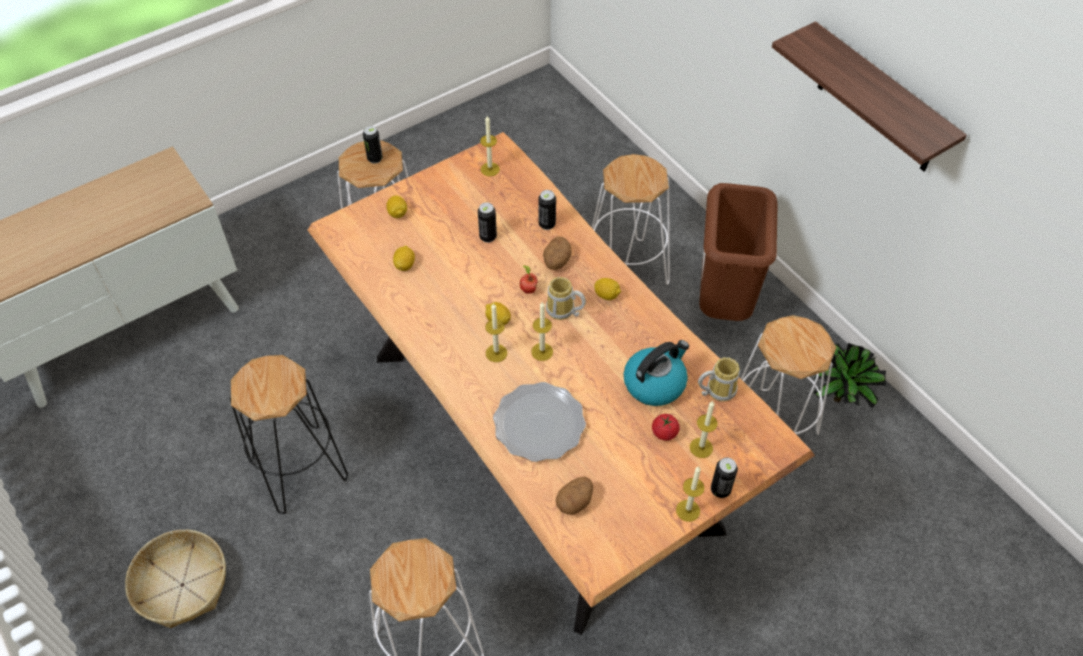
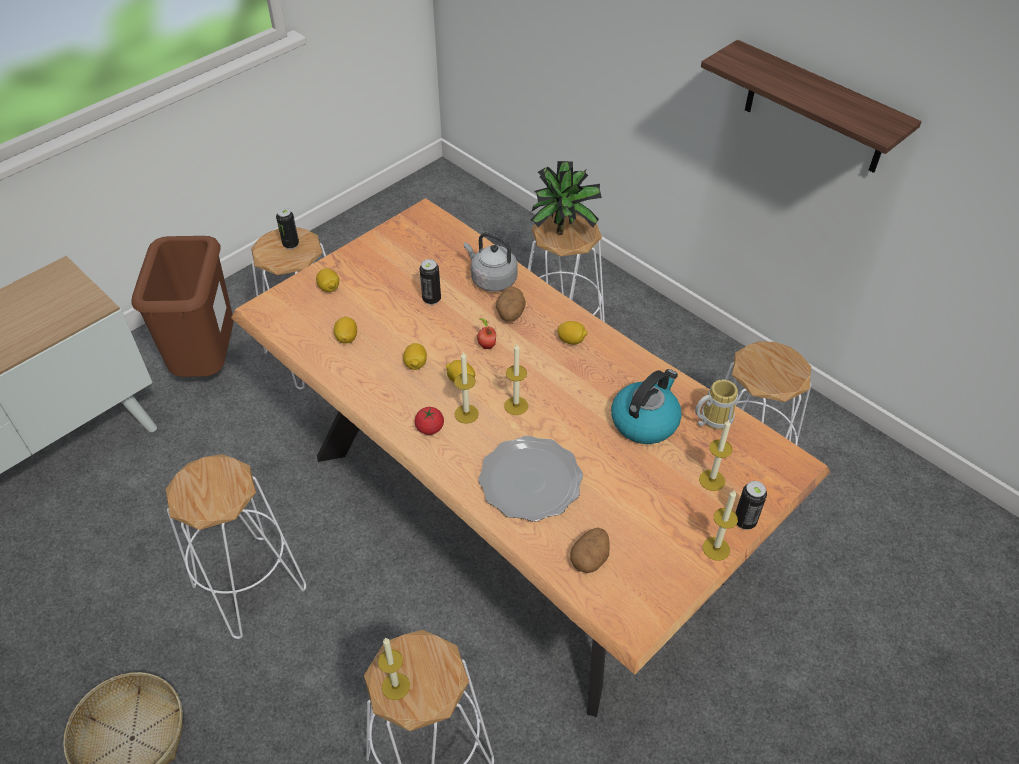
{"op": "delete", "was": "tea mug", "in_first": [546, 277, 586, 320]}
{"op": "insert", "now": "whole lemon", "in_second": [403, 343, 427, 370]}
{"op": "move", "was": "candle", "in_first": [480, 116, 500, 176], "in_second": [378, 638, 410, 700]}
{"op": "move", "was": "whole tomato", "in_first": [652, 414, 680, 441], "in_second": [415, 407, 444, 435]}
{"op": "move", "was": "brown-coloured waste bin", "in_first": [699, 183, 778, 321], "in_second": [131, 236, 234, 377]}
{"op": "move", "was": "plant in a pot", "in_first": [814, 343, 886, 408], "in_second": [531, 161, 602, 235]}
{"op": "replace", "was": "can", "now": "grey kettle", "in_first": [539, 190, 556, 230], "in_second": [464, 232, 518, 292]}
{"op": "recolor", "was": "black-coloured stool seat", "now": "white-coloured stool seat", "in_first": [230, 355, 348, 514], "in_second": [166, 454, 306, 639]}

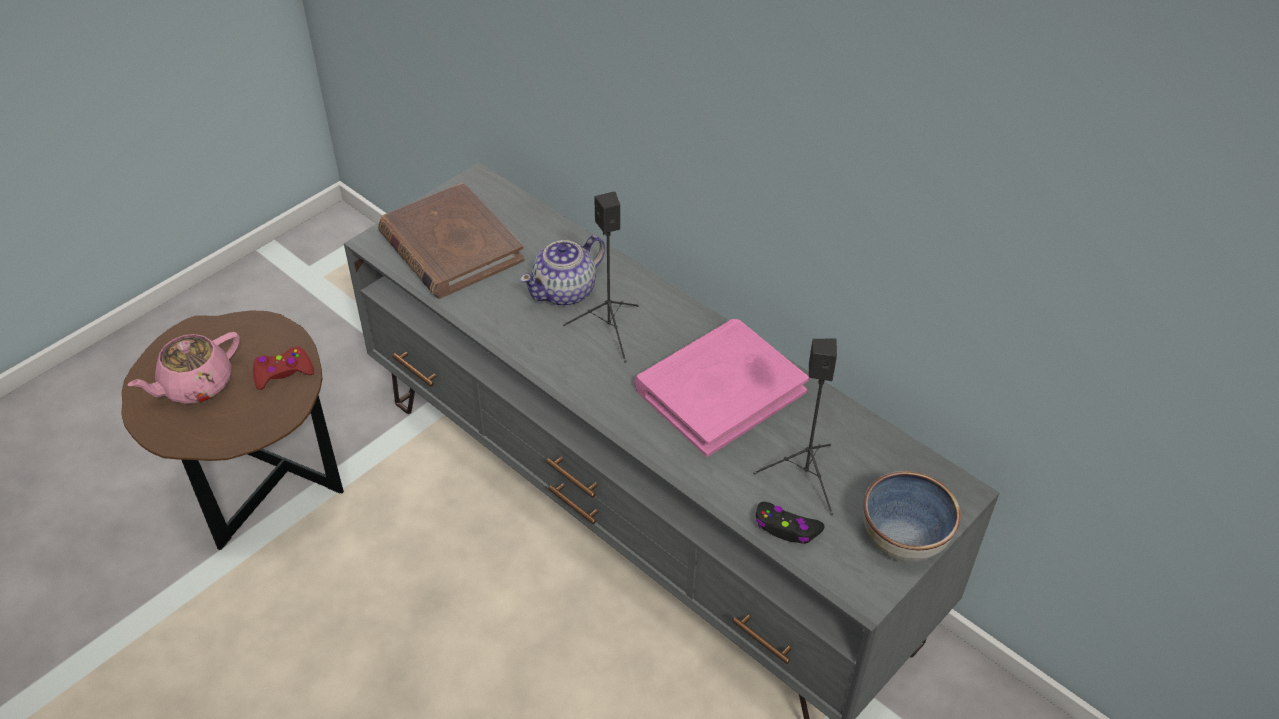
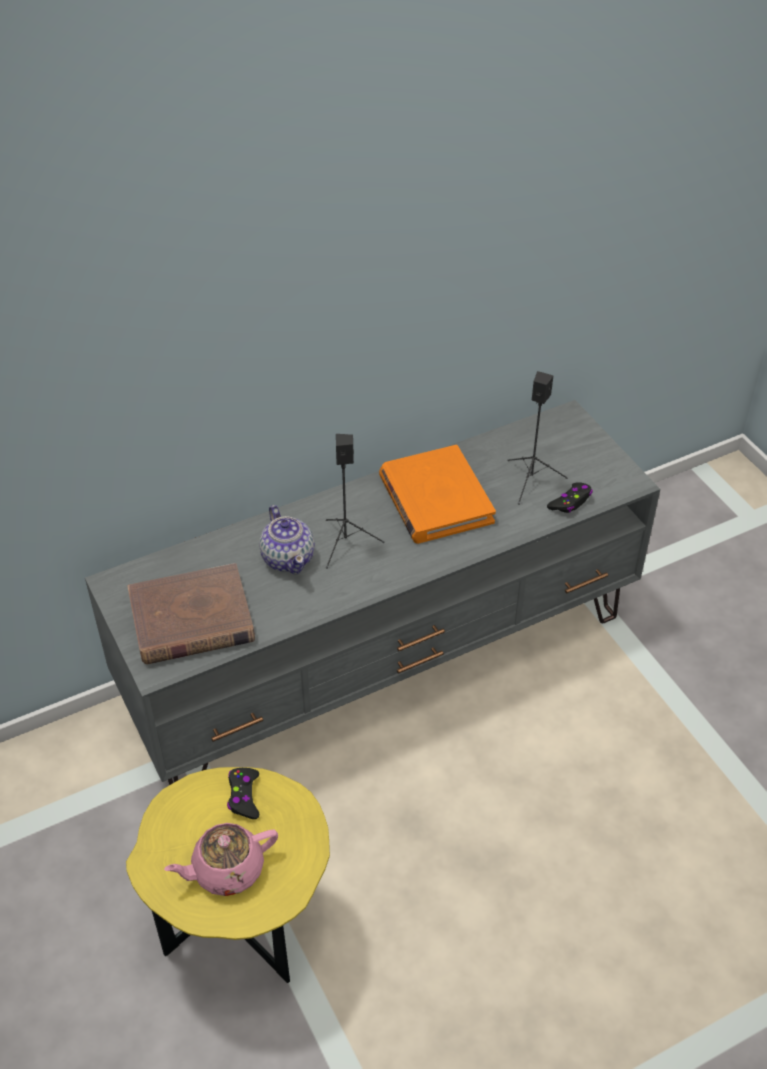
{"op": "delete", "was": "bowl", "in_first": [863, 471, 961, 562]}
{"op": "recolor", "was": "brown-coloured side table", "now": "yellow-coloured side table", "in_first": [121, 310, 344, 550], "in_second": [126, 767, 330, 983]}
{"op": "recolor", "was": "red-coloured gamepad", "now": "black-coloured gamepad", "in_first": [253, 346, 314, 390], "in_second": [227, 768, 259, 819]}
{"op": "recolor", "was": "pink volume", "now": "orange-coloured volume", "in_first": [634, 319, 809, 457], "in_second": [379, 445, 496, 544]}
{"op": "rotate", "was": "pink tea pot", "in_first": [127, 332, 240, 404], "in_second": [164, 823, 278, 896], "clockwise": 90}

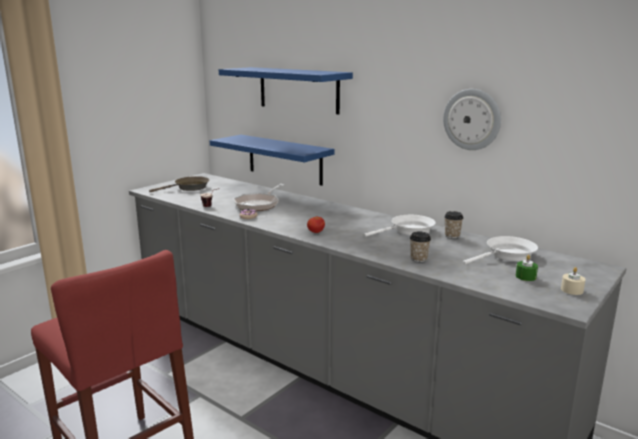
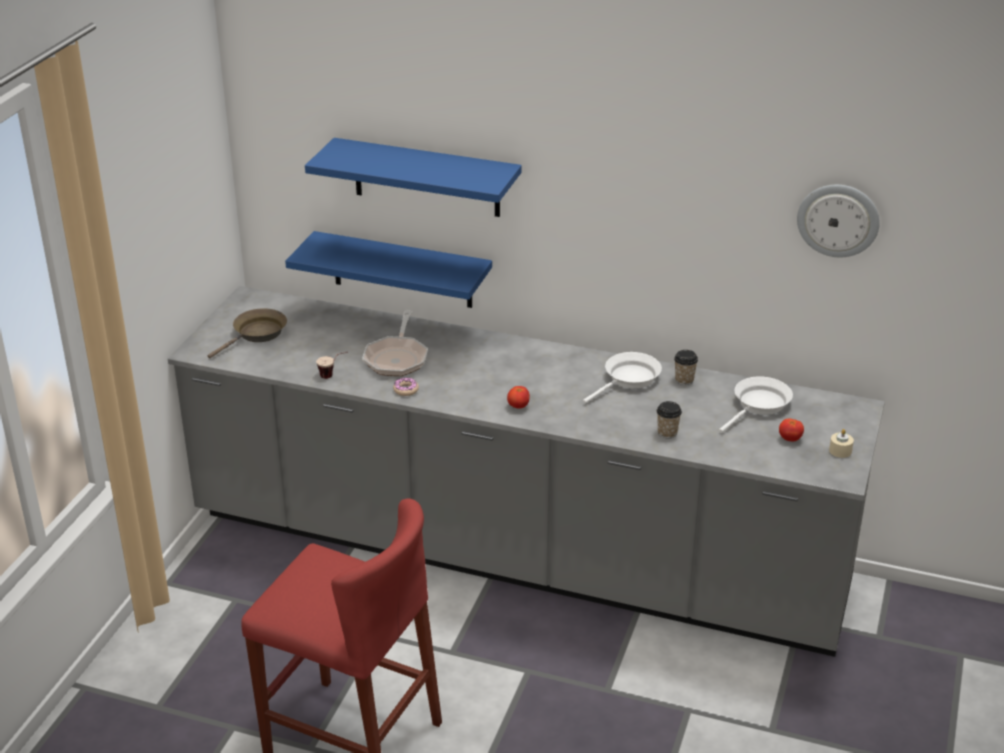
{"op": "move", "was": "hanging clock", "in_first": [443, 89, 501, 150], "in_second": [797, 185, 880, 257]}
{"op": "replace", "was": "green-coloured candle", "now": "whole tomato", "in_first": [516, 255, 538, 281], "in_second": [779, 419, 804, 441]}

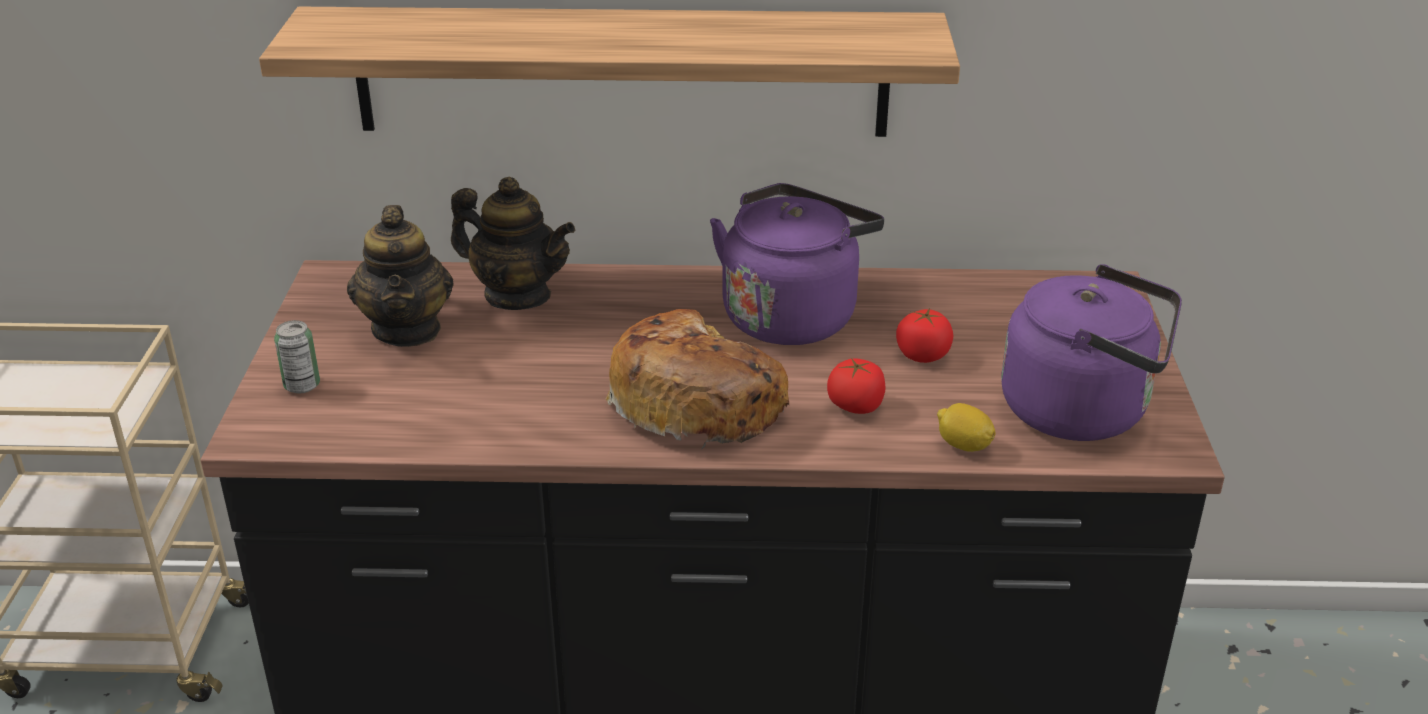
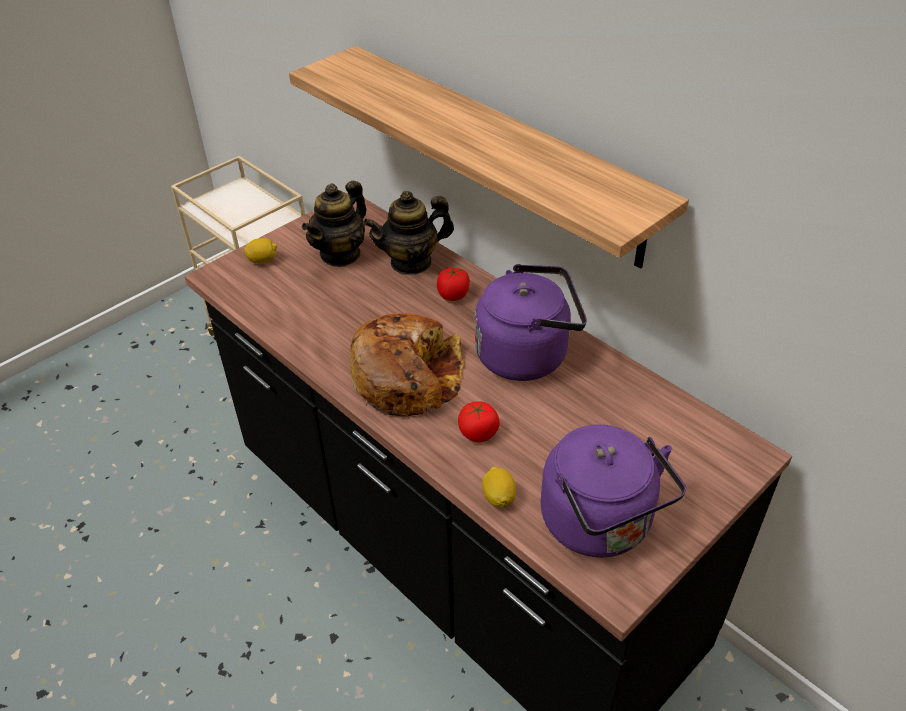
{"op": "move", "was": "whole tomato", "in_first": [896, 308, 953, 363], "in_second": [437, 268, 470, 301]}
{"op": "replace", "was": "can", "now": "whole lemon", "in_first": [274, 320, 320, 393], "in_second": [244, 238, 277, 264]}
{"op": "rotate", "was": "tea pot", "in_first": [451, 177, 575, 310], "in_second": [363, 191, 454, 275], "clockwise": 90}

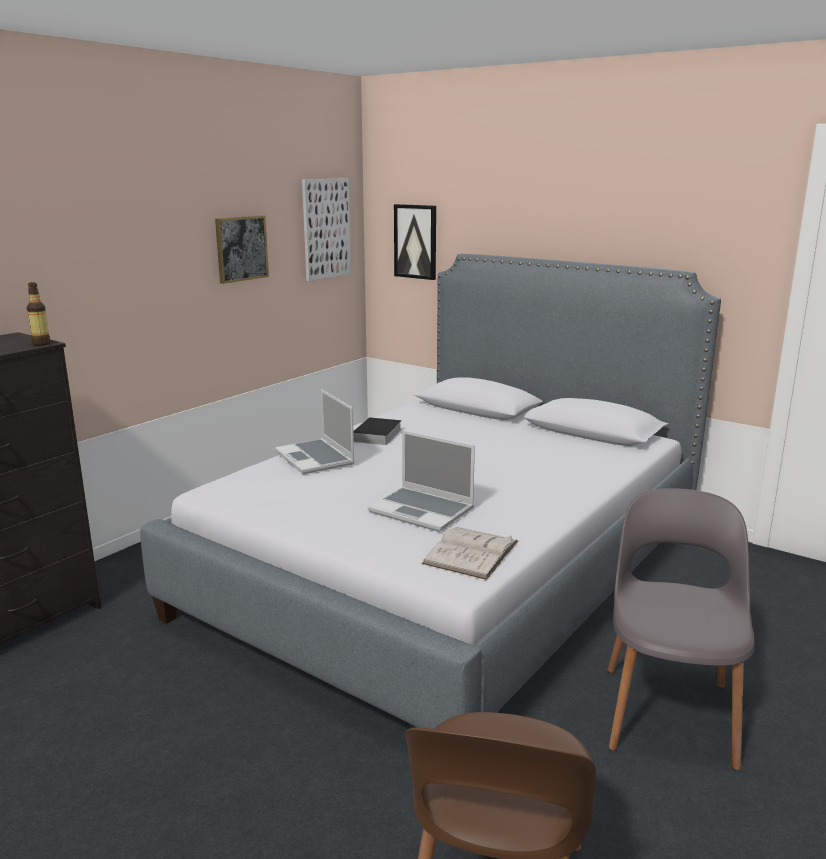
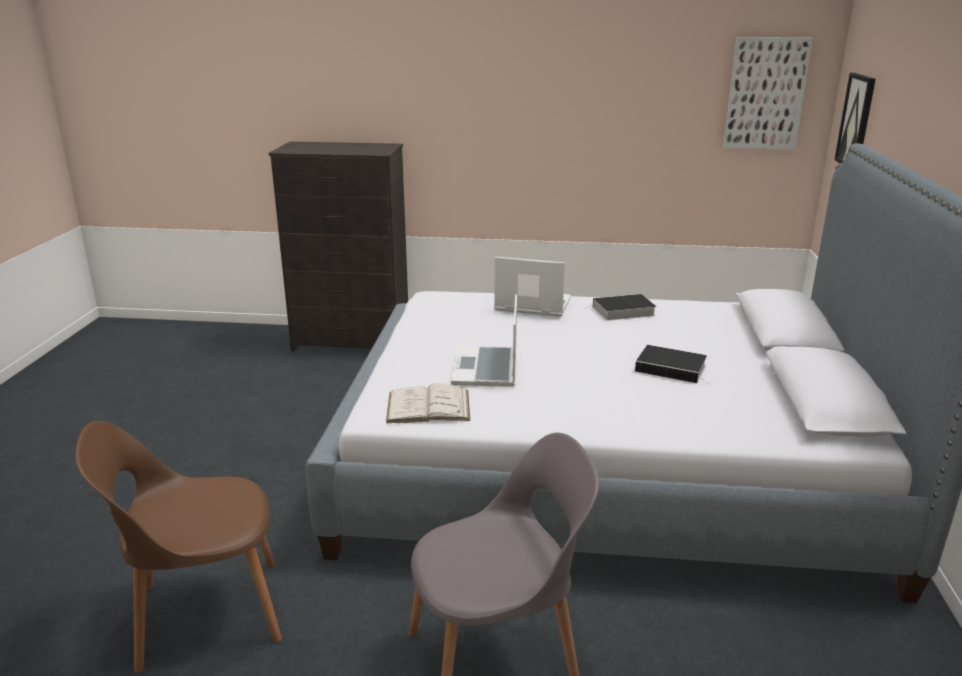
{"op": "delete", "was": "bottle", "in_first": [27, 282, 51, 346]}
{"op": "delete", "was": "picture", "in_first": [215, 215, 269, 284]}
{"op": "insert", "now": "volume", "in_second": [635, 345, 711, 384]}
{"op": "rotate", "was": "portable computer", "in_first": [275, 389, 355, 474], "in_second": [494, 257, 571, 317], "clockwise": 75}

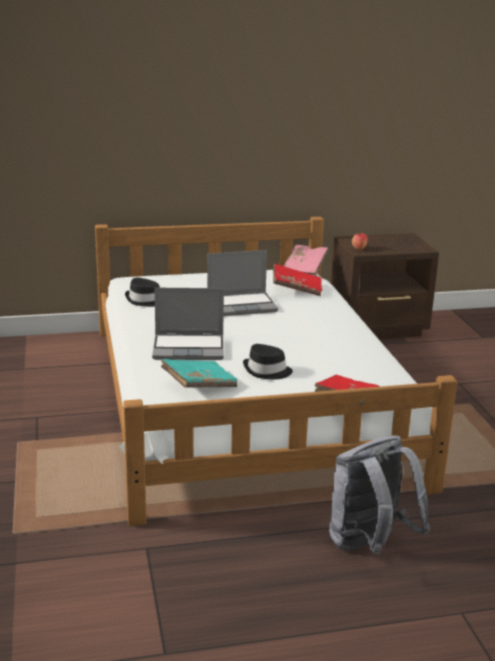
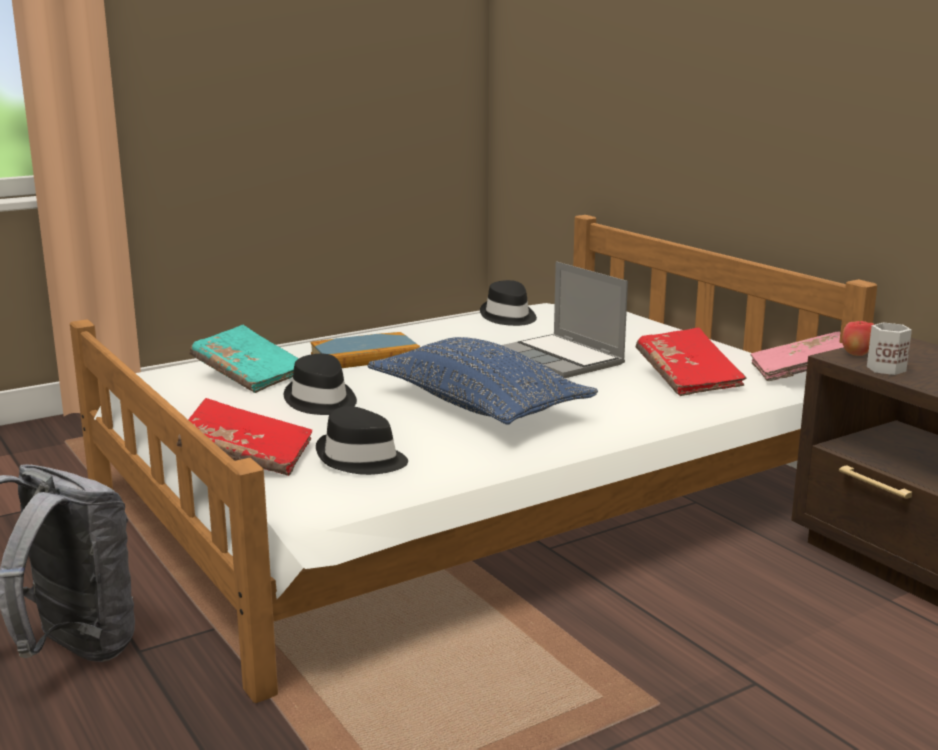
{"op": "insert", "now": "black-coloured hat", "in_second": [316, 406, 408, 475]}
{"op": "insert", "now": "blue-coloured cushion", "in_second": [368, 337, 598, 425]}
{"op": "insert", "now": "white-coloured tea mug", "in_second": [867, 322, 912, 375]}
{"op": "replace", "was": "portable computer", "now": "volume", "in_first": [152, 288, 224, 360], "in_second": [310, 332, 420, 368]}

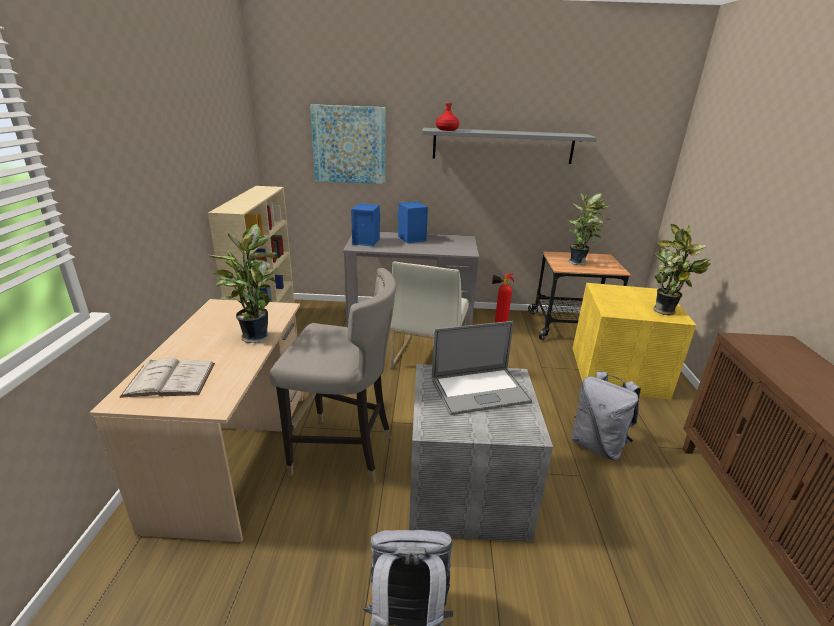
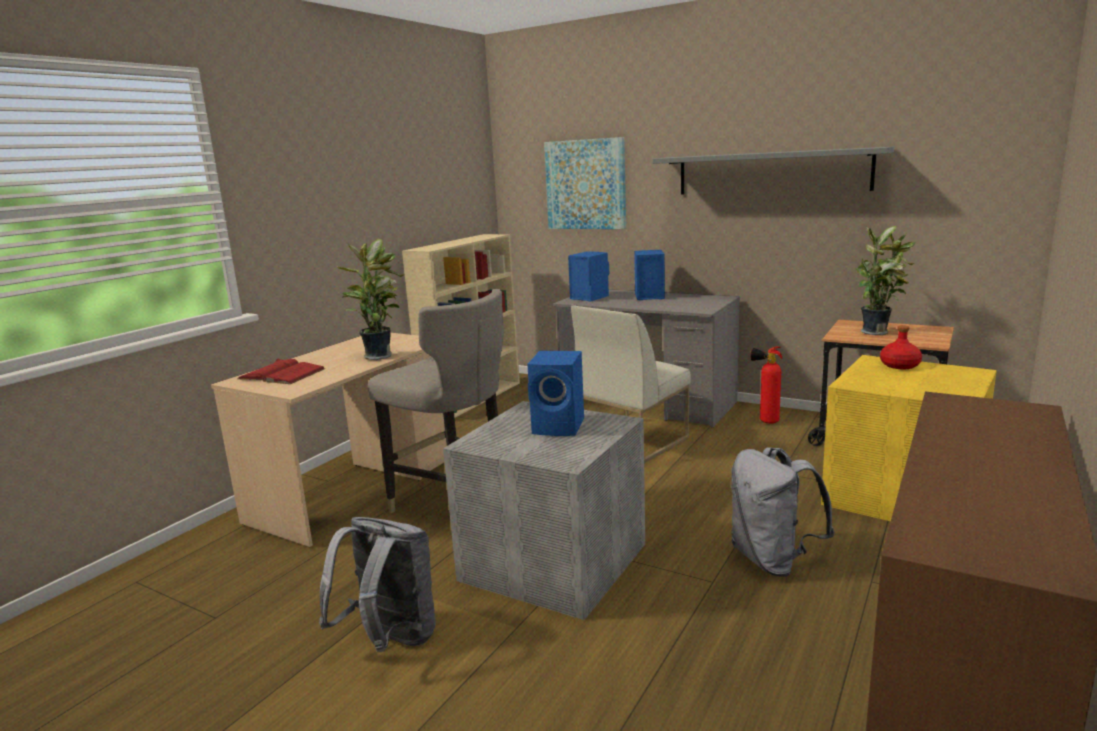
{"op": "delete", "was": "plant in a pot", "in_first": [653, 224, 711, 315]}
{"op": "move", "was": "red-coloured bottle", "in_first": [436, 102, 459, 131], "in_second": [880, 325, 922, 369]}
{"op": "replace", "was": "portable computer", "now": "blue-coloured audio speaker", "in_first": [432, 321, 532, 415], "in_second": [527, 351, 584, 436]}
{"op": "recolor", "was": "white-coloured volume", "now": "red-coloured volume", "in_first": [119, 358, 215, 398], "in_second": [238, 358, 325, 384]}

